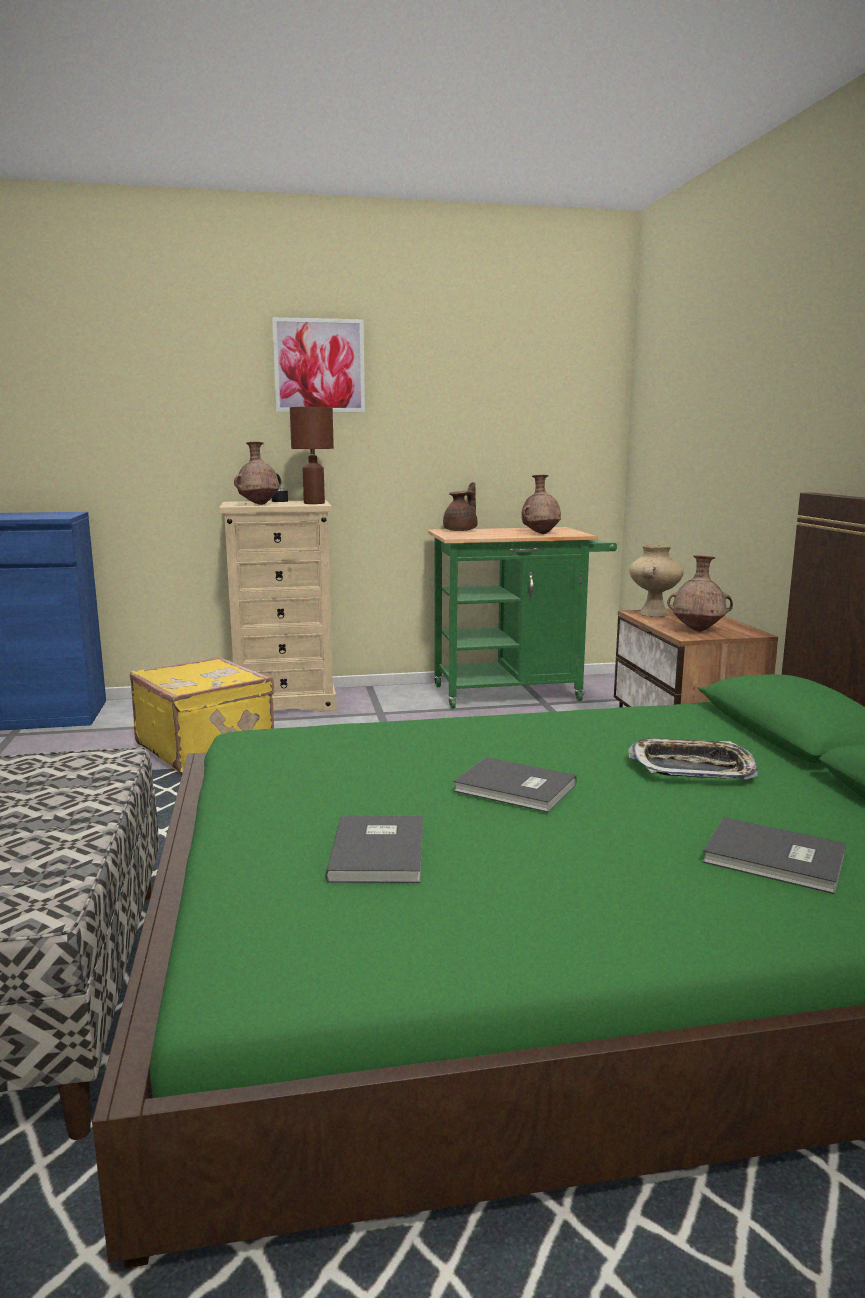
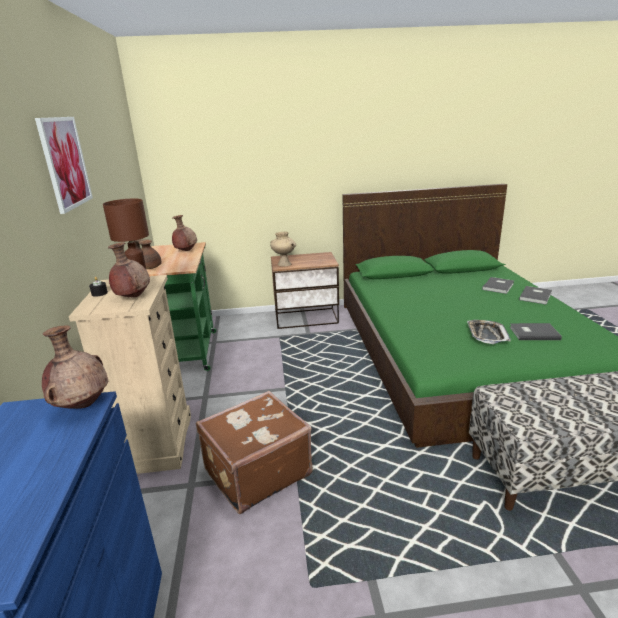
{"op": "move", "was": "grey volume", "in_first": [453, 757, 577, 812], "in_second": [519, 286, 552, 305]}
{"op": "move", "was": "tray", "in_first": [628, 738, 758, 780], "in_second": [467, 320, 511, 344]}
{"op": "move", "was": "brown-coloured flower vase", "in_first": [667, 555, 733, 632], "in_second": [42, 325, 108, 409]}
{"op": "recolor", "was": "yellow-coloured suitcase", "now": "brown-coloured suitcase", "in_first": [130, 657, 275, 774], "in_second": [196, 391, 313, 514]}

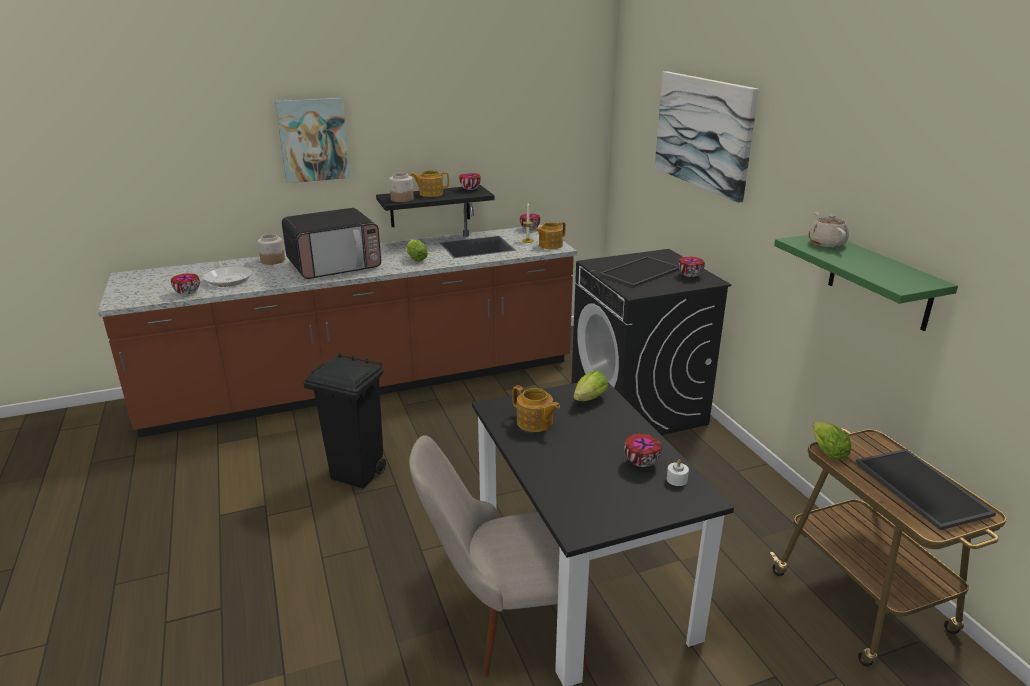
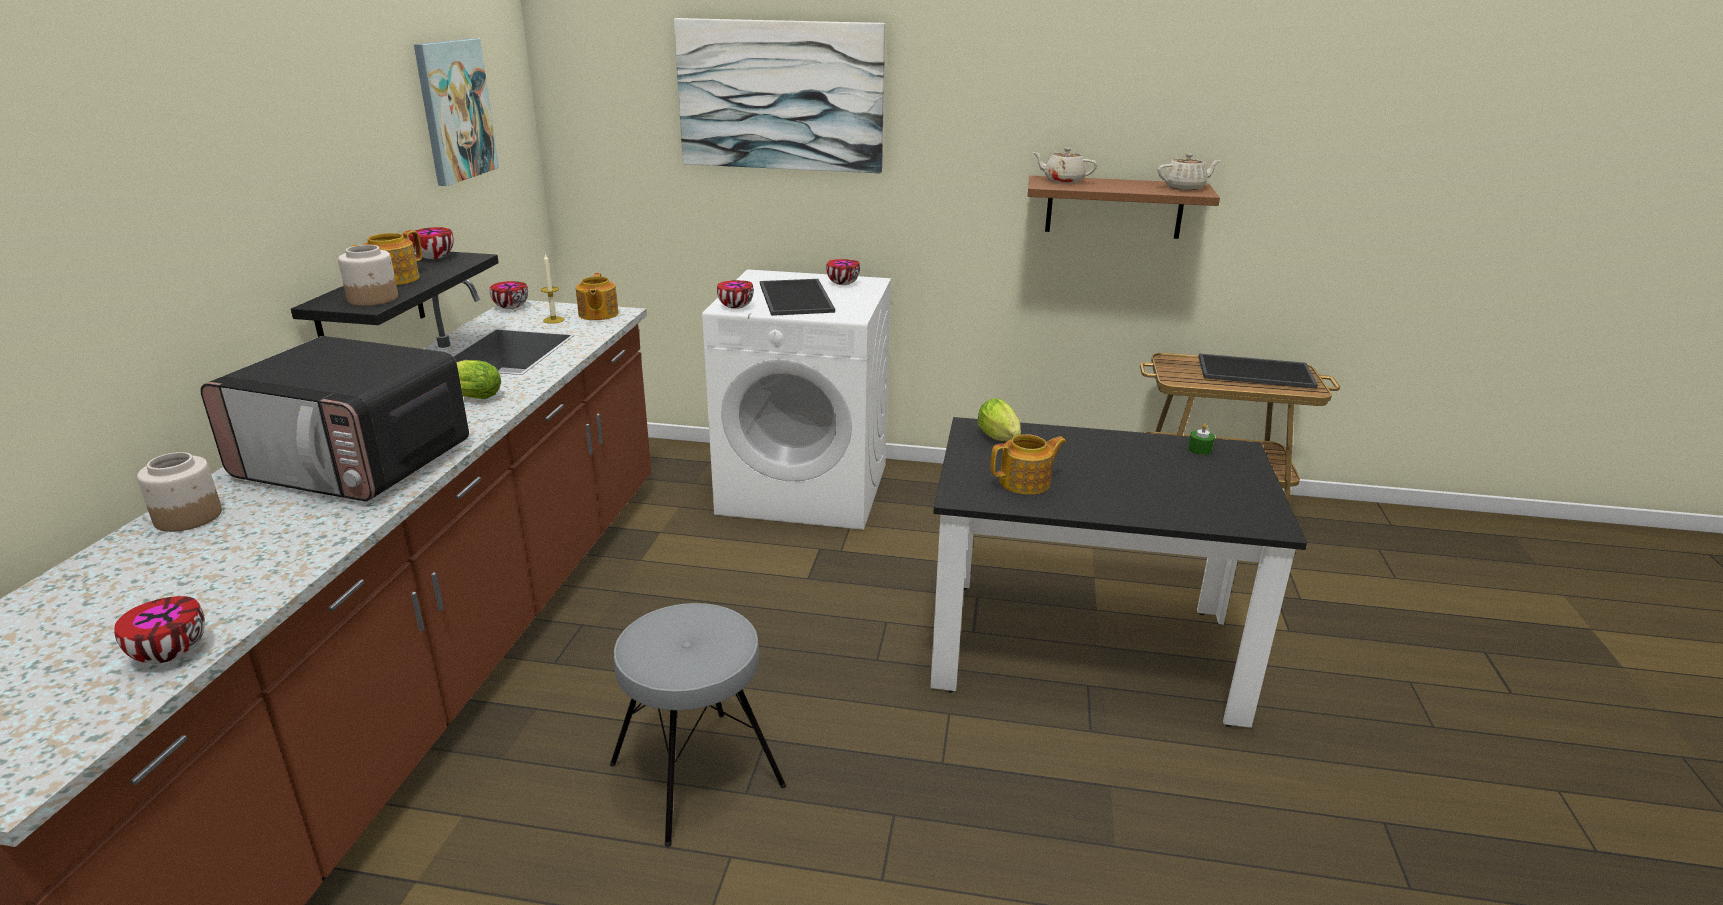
{"op": "delete", "was": "pan", "in_first": [203, 261, 252, 287]}
{"op": "delete", "was": "sand-coloured upright chair", "in_first": [409, 435, 587, 677]}
{"op": "delete", "was": "lettuce", "in_first": [812, 421, 851, 460]}
{"op": "insert", "now": "sand-coloured tea pot", "in_second": [1158, 154, 1221, 190]}
{"op": "move", "was": "picture", "in_first": [275, 97, 350, 183], "in_second": [414, 38, 499, 186]}
{"op": "move", "was": "bowl", "in_first": [624, 434, 662, 467], "in_second": [717, 280, 754, 309]}
{"op": "replace", "was": "black-coloured waste bin", "now": "grey stool seat", "in_first": [303, 353, 386, 488], "in_second": [610, 603, 786, 847]}
{"op": "recolor", "was": "black-coloured washing machine", "now": "white-coloured washing machine", "in_first": [571, 249, 732, 435], "in_second": [702, 269, 891, 530]}
{"op": "recolor", "was": "white-coloured candle", "now": "green-coloured candle", "in_first": [667, 459, 689, 486], "in_second": [1188, 424, 1215, 455]}
{"op": "recolor", "was": "green-coloured wall shelf", "now": "brown-coloured wall shelf", "in_first": [774, 235, 958, 331], "in_second": [1028, 175, 1220, 239]}
{"op": "rotate", "was": "kitchen microwave", "in_first": [282, 208, 381, 279], "in_second": [200, 336, 469, 501], "clockwise": 105}

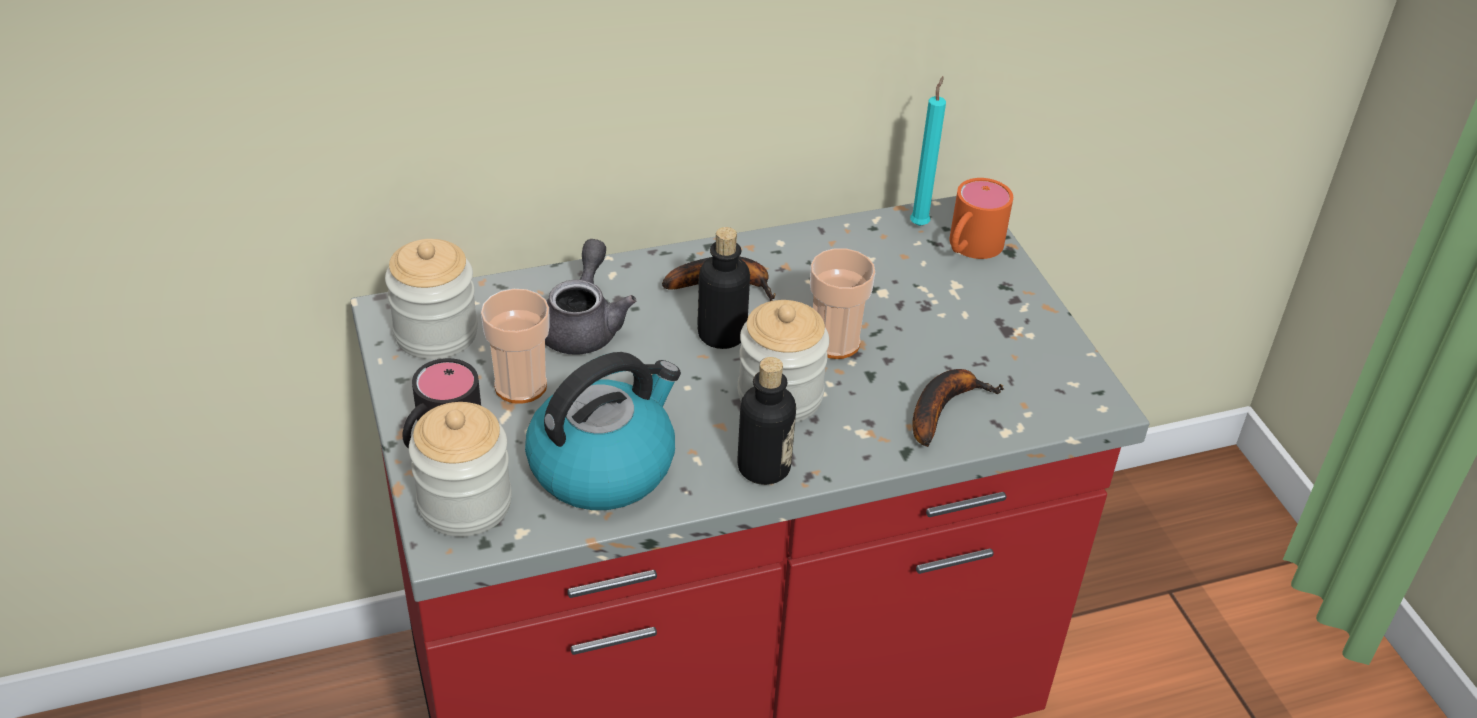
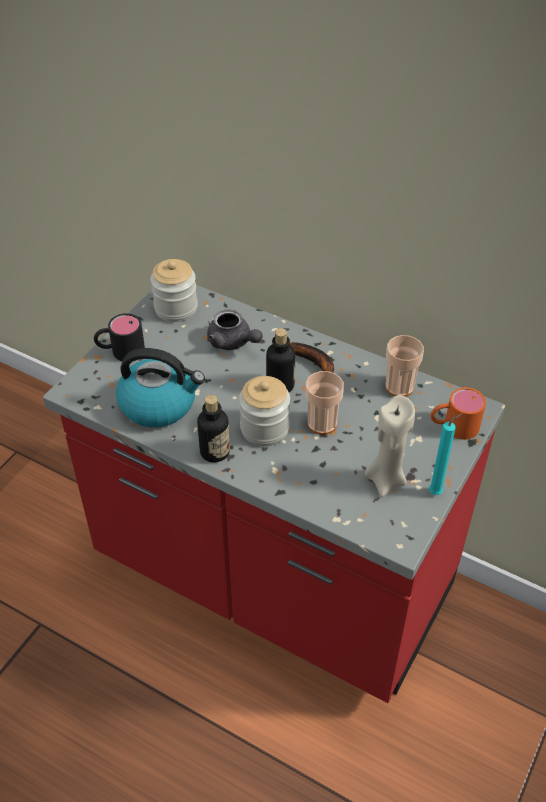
{"op": "delete", "was": "storage jar", "in_first": [409, 402, 512, 537]}
{"op": "delete", "was": "banana fruit", "in_first": [912, 369, 1004, 447]}
{"op": "insert", "now": "sand-coloured candle", "in_second": [365, 395, 415, 497]}
{"op": "move", "was": "small cup", "in_first": [481, 289, 550, 404], "in_second": [386, 335, 424, 397]}
{"op": "move", "was": "turquoise candle", "in_first": [910, 76, 946, 226], "in_second": [429, 414, 462, 495]}
{"op": "rotate", "was": "grey tea pot", "in_first": [545, 239, 636, 355], "in_second": [207, 309, 263, 350], "clockwise": 75}

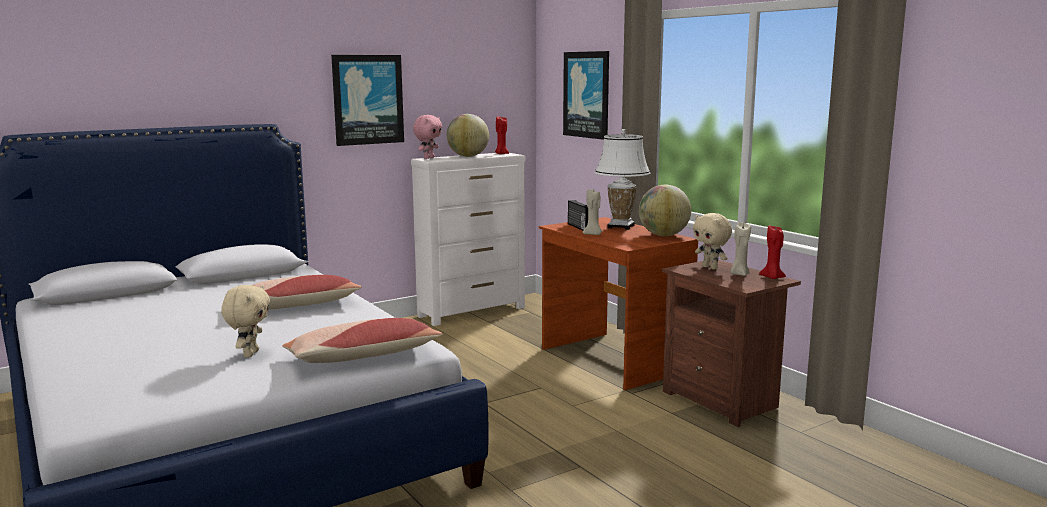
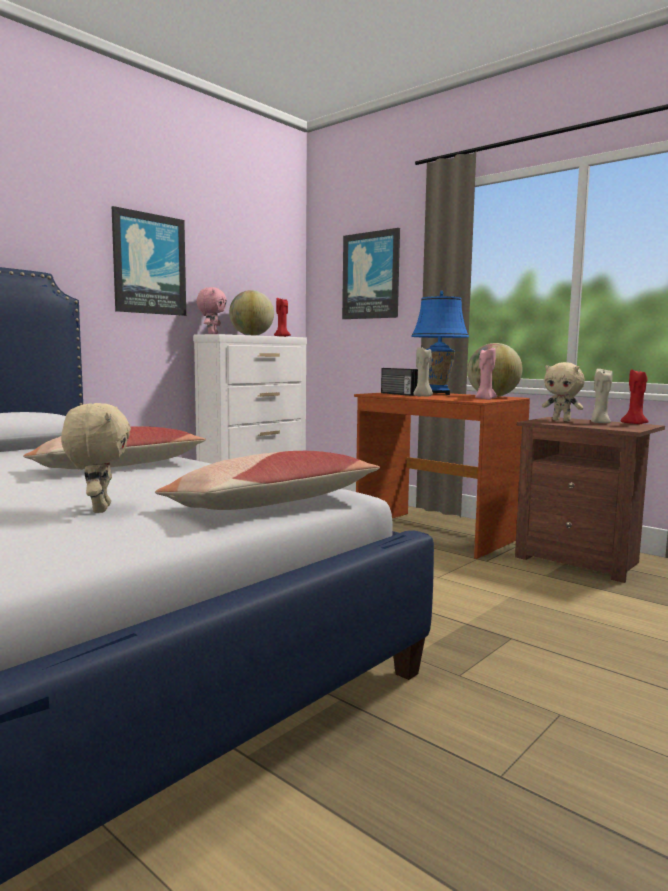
{"op": "insert", "now": "pink candle", "in_second": [475, 348, 497, 400]}
{"op": "recolor", "was": "white-coloured table lamp", "now": "blue-coloured table lamp", "in_first": [595, 129, 650, 230], "in_second": [411, 291, 469, 395]}

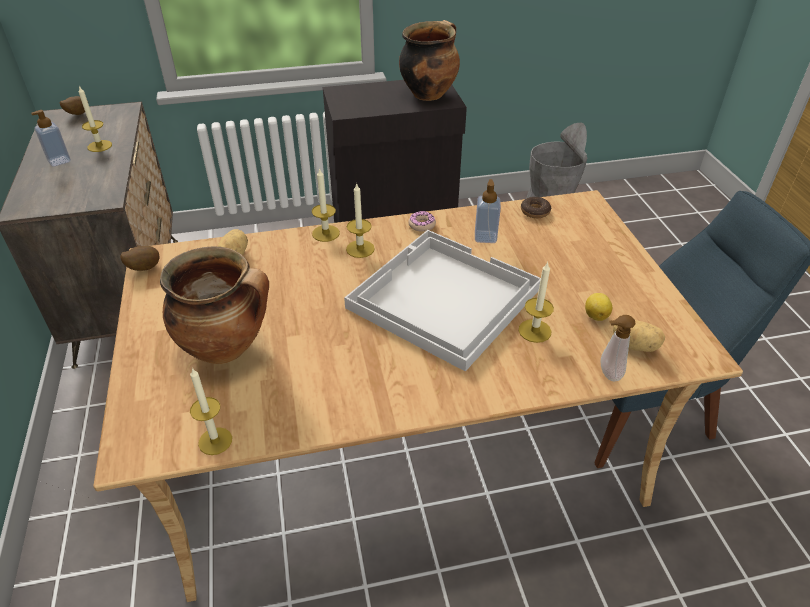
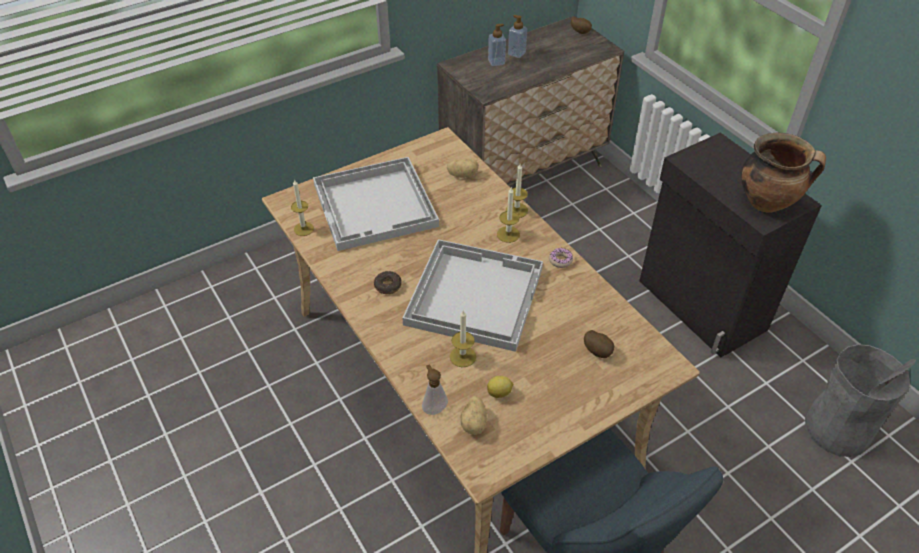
{"op": "delete", "was": "candle", "in_first": [78, 86, 112, 152]}
{"op": "move", "was": "whole potato", "in_first": [120, 246, 160, 271], "in_second": [584, 330, 614, 358]}
{"op": "move", "was": "liquid soap bottle", "in_first": [475, 179, 501, 243], "in_second": [488, 24, 506, 66]}
{"op": "move", "was": "ring doughnut", "in_first": [521, 197, 551, 218], "in_second": [374, 271, 402, 294]}
{"op": "replace", "was": "cooking pot", "now": "white-coloured tray", "in_first": [160, 247, 269, 364], "in_second": [313, 157, 439, 251]}

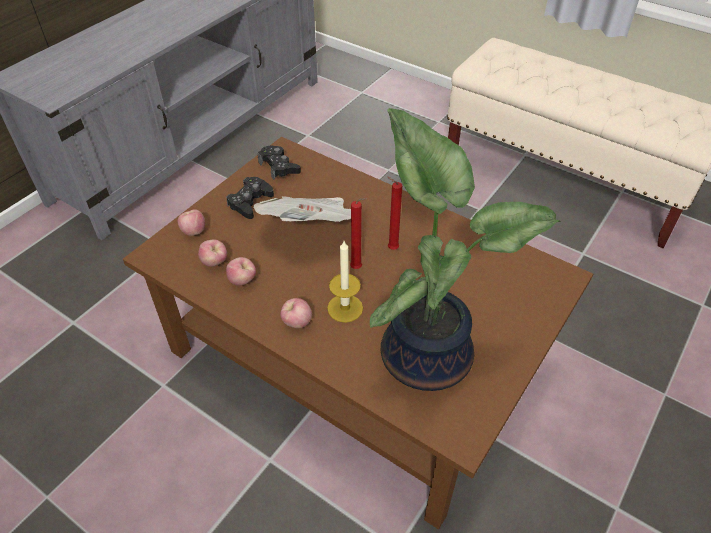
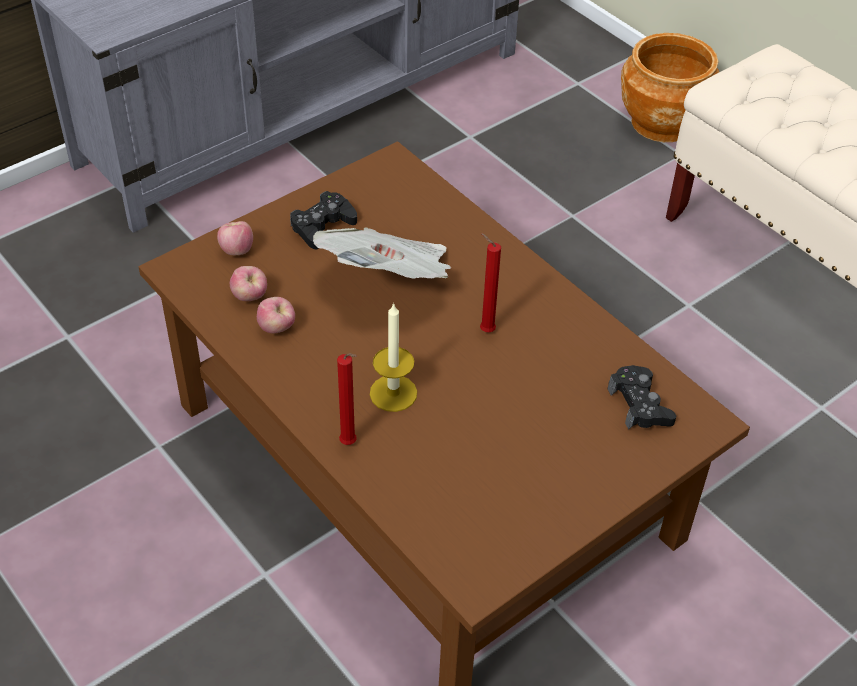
{"op": "delete", "was": "apple fruit", "in_first": [280, 298, 312, 328]}
{"op": "delete", "was": "plant in a pot", "in_first": [370, 108, 561, 391]}
{"op": "insert", "now": "brown-coloured planter", "in_second": [621, 33, 719, 142]}
{"op": "move", "was": "black-coloured gamepad", "in_first": [258, 145, 301, 180], "in_second": [608, 365, 676, 430]}
{"op": "move", "was": "red-coloured candle", "in_first": [350, 198, 367, 269], "in_second": [337, 353, 357, 445]}

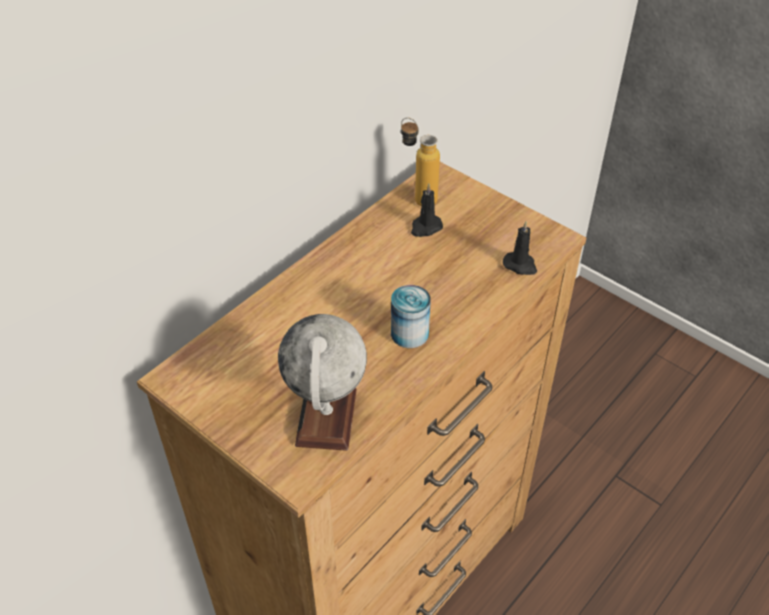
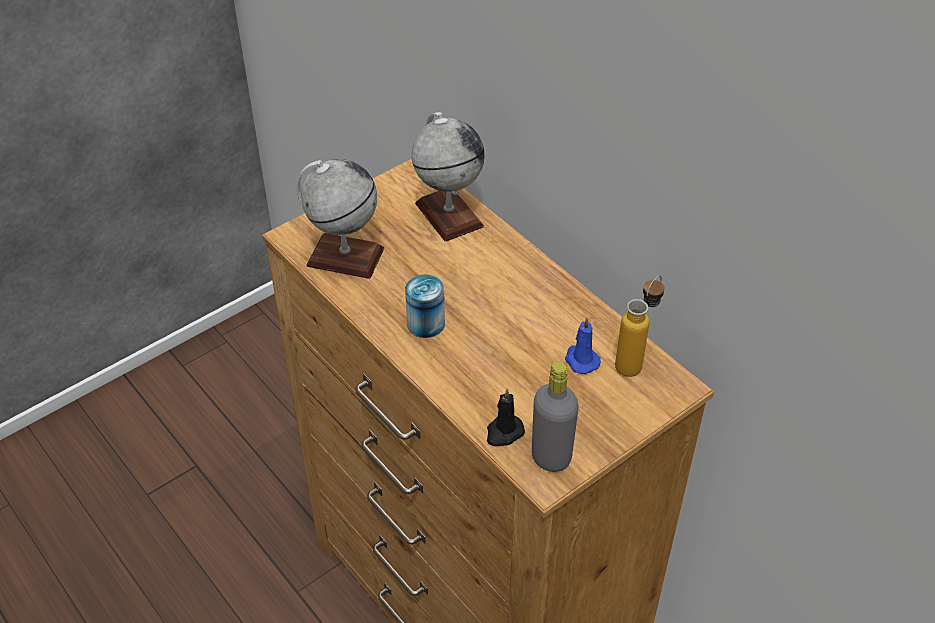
{"op": "insert", "now": "world globe", "in_second": [412, 112, 485, 242]}
{"op": "insert", "now": "grey bottle", "in_second": [532, 361, 579, 472]}
{"op": "recolor", "was": "black-coloured candle", "now": "blue-coloured candle", "in_first": [411, 183, 443, 237], "in_second": [565, 318, 601, 374]}

